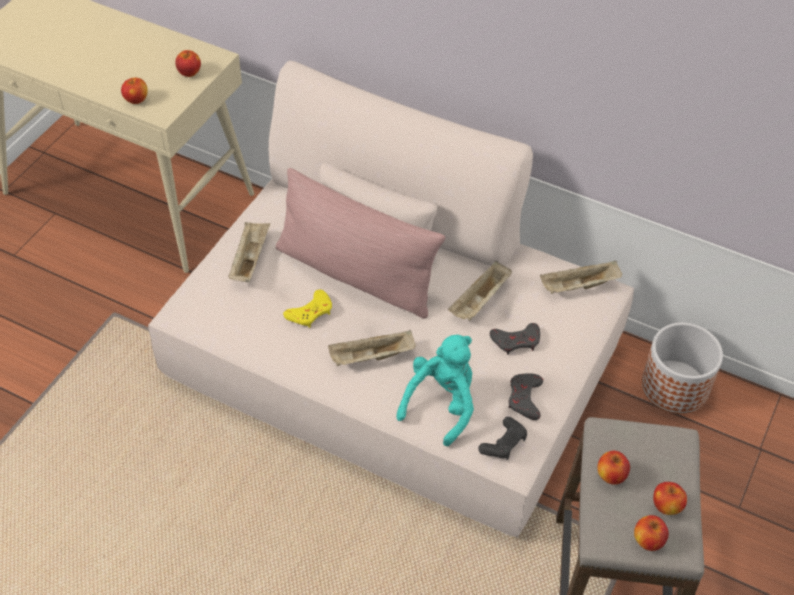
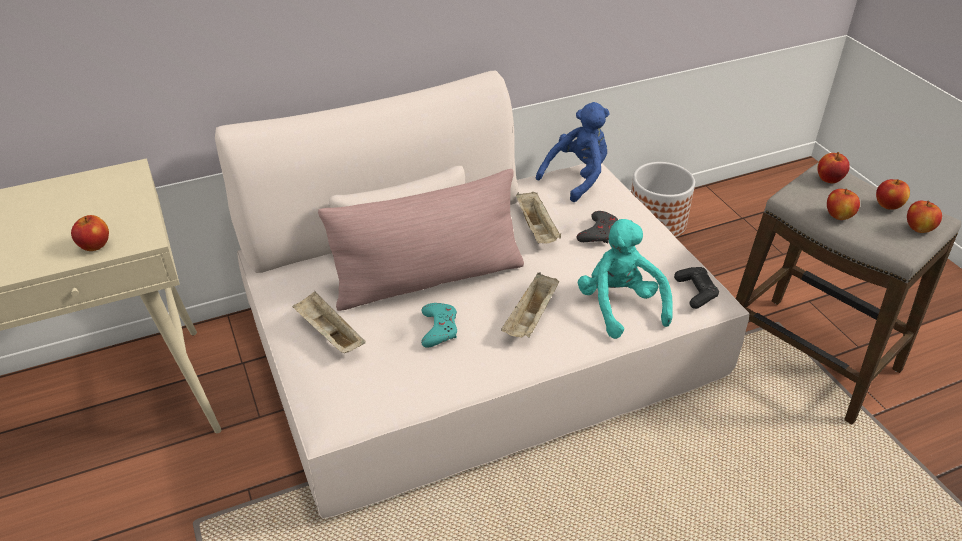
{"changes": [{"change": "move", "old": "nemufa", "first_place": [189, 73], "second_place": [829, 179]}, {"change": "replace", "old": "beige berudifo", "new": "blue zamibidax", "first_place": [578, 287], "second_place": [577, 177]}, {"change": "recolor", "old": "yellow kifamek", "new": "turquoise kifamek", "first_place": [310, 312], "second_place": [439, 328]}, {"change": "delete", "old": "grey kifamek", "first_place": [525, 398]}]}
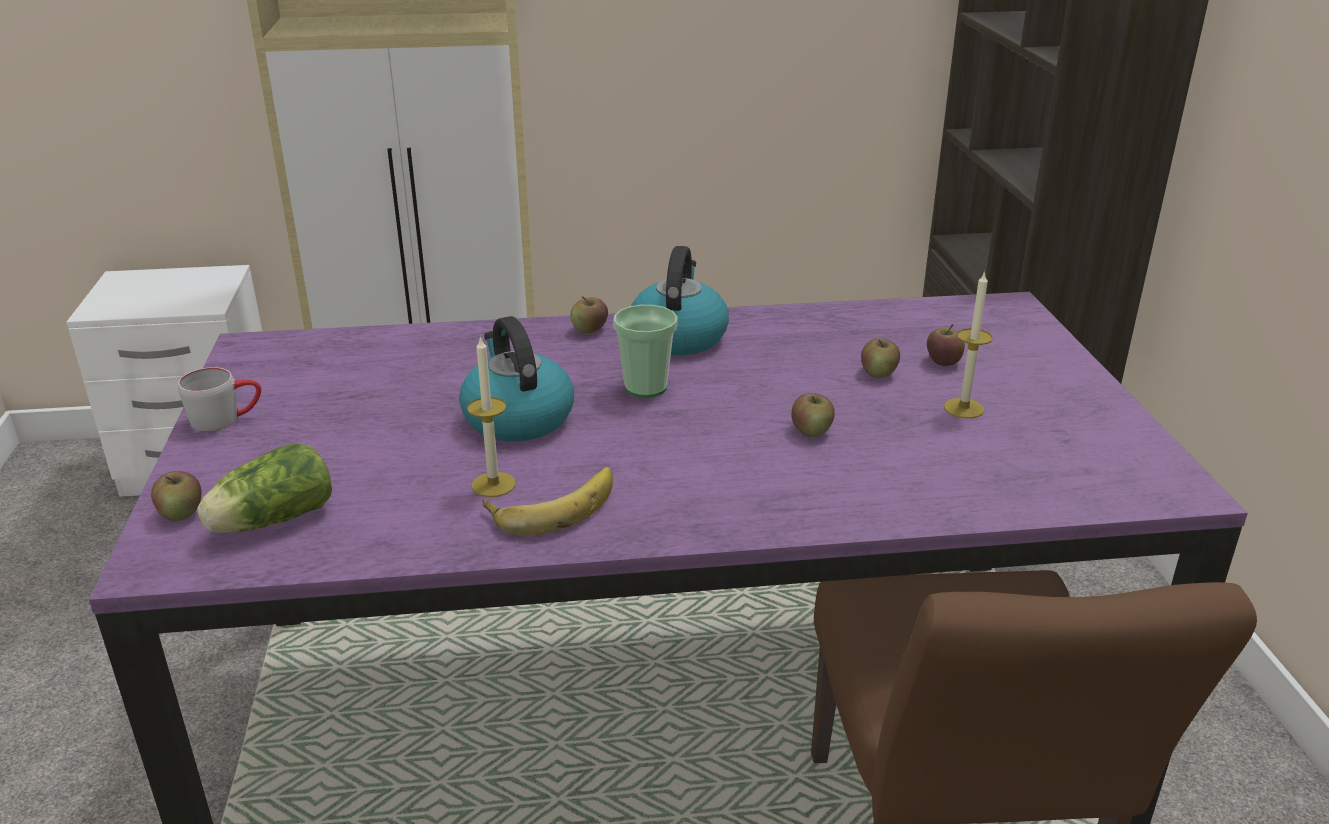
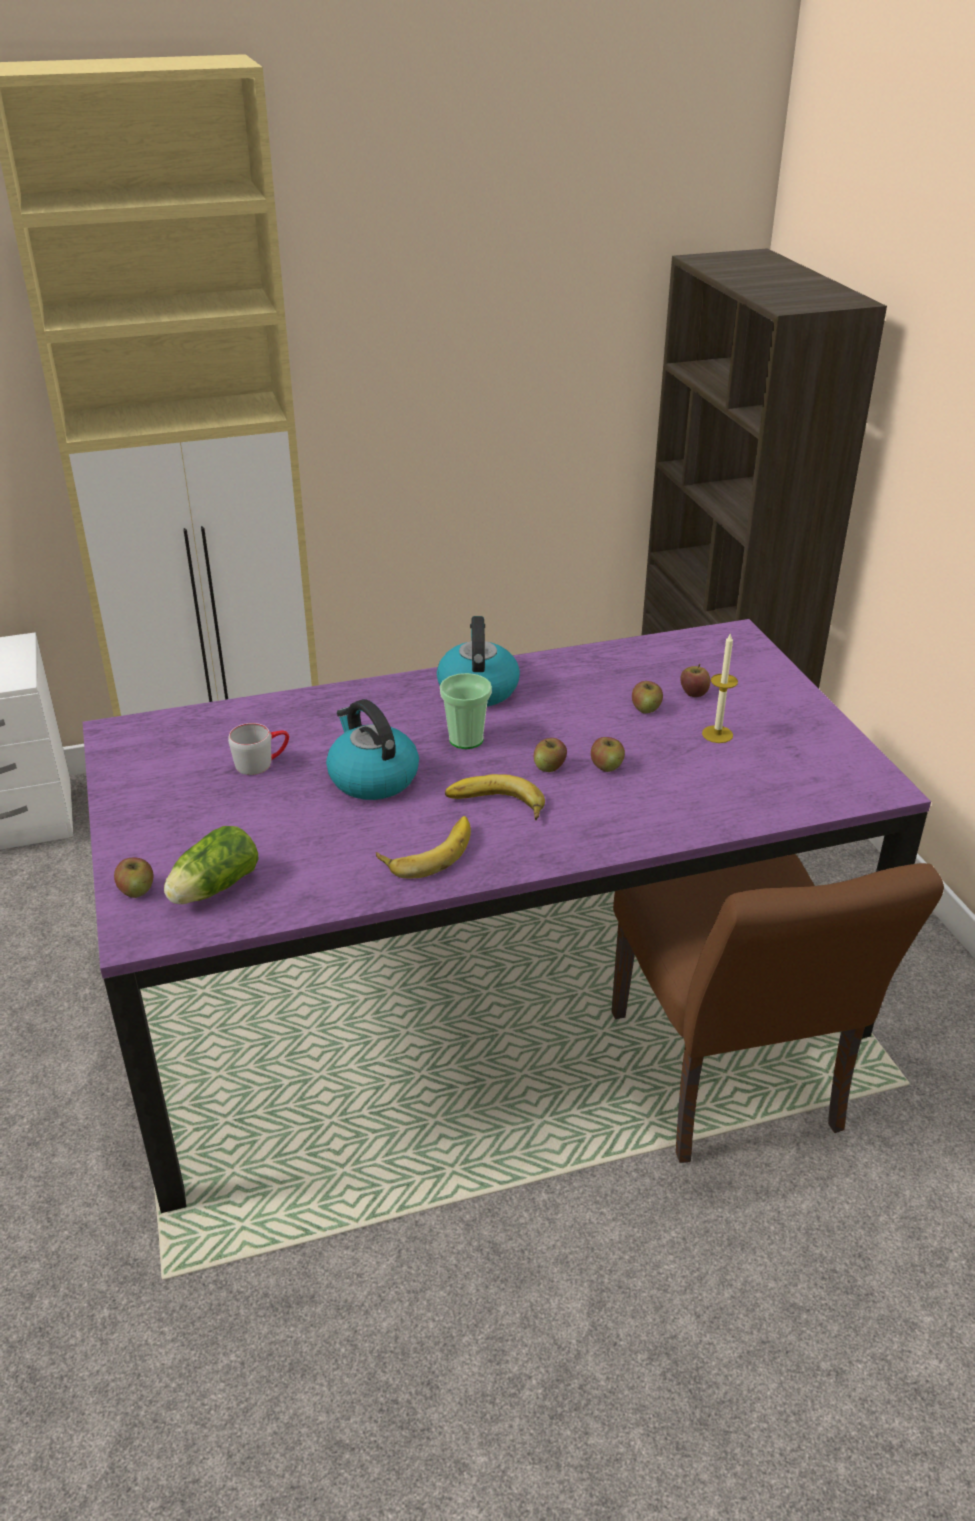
{"changes": [{"change": "move", "old": "nemufa", "first_place": [590, 330], "second_place": [549, 767]}, {"change": "delete", "old": "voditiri", "first_place": [493, 484]}, {"change": "move", "old": "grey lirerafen", "first_place": [226, 419], "second_place": [262, 762]}, {"change": "insert", "new": "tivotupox", "second_place": [495, 806]}]}
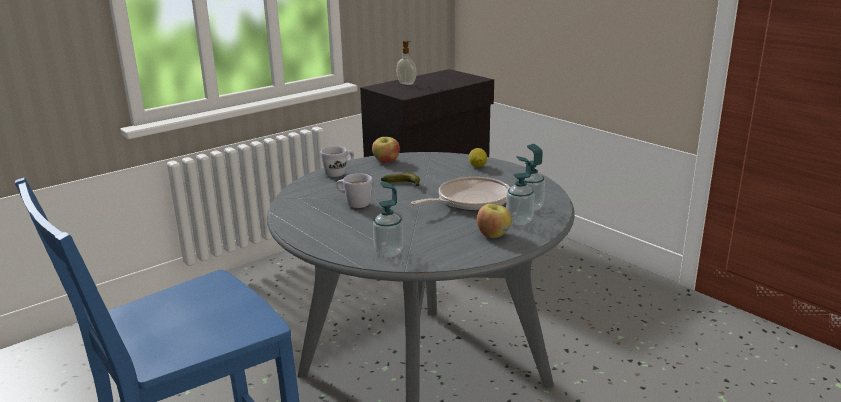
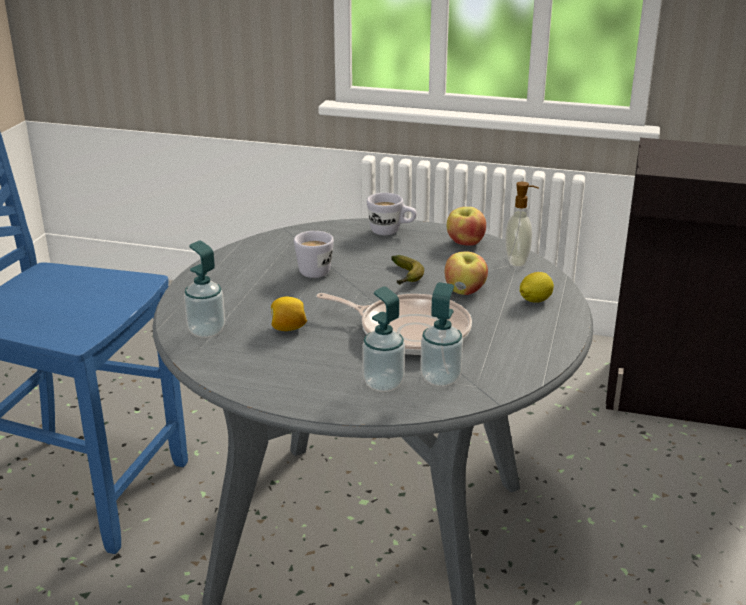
{"changes": [{"change": "move", "old": "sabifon", "first_place": [407, 83], "second_place": [518, 261]}, {"change": "move", "old": "nemufa", "first_place": [493, 235], "second_place": [465, 291]}, {"change": "insert", "new": "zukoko", "second_place": [288, 328]}]}
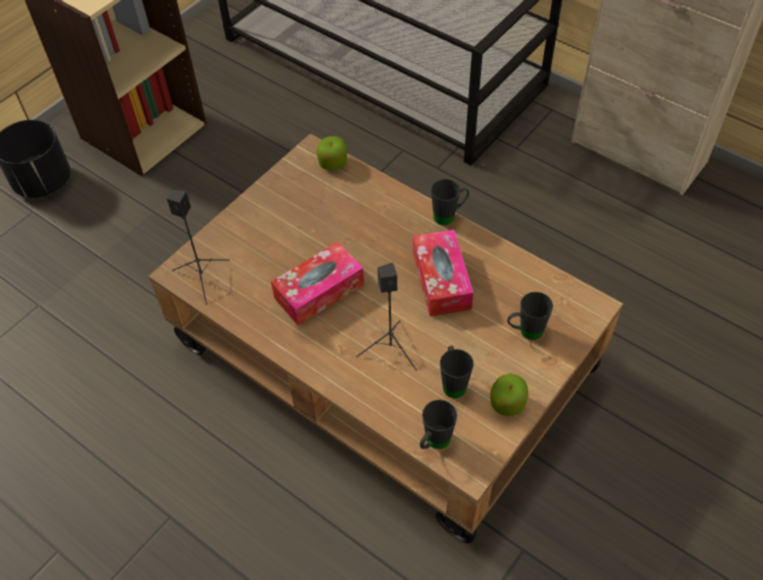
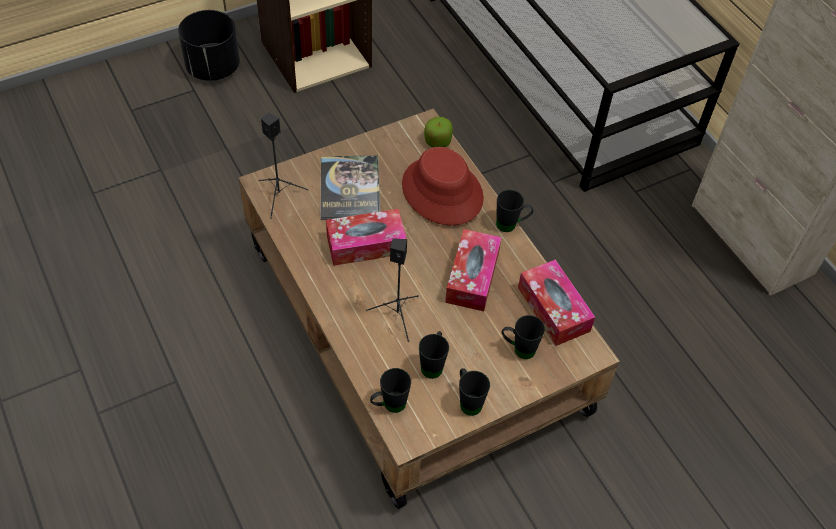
{"changes": [{"change": "replace", "old": "nemufa", "new": "black lirerafen", "first_place": [507, 403], "second_place": [468, 400]}, {"change": "insert", "new": "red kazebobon", "second_place": [441, 192]}, {"change": "insert", "new": "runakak", "second_place": [350, 188]}, {"change": "insert", "new": "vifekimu", "second_place": [553, 309]}]}
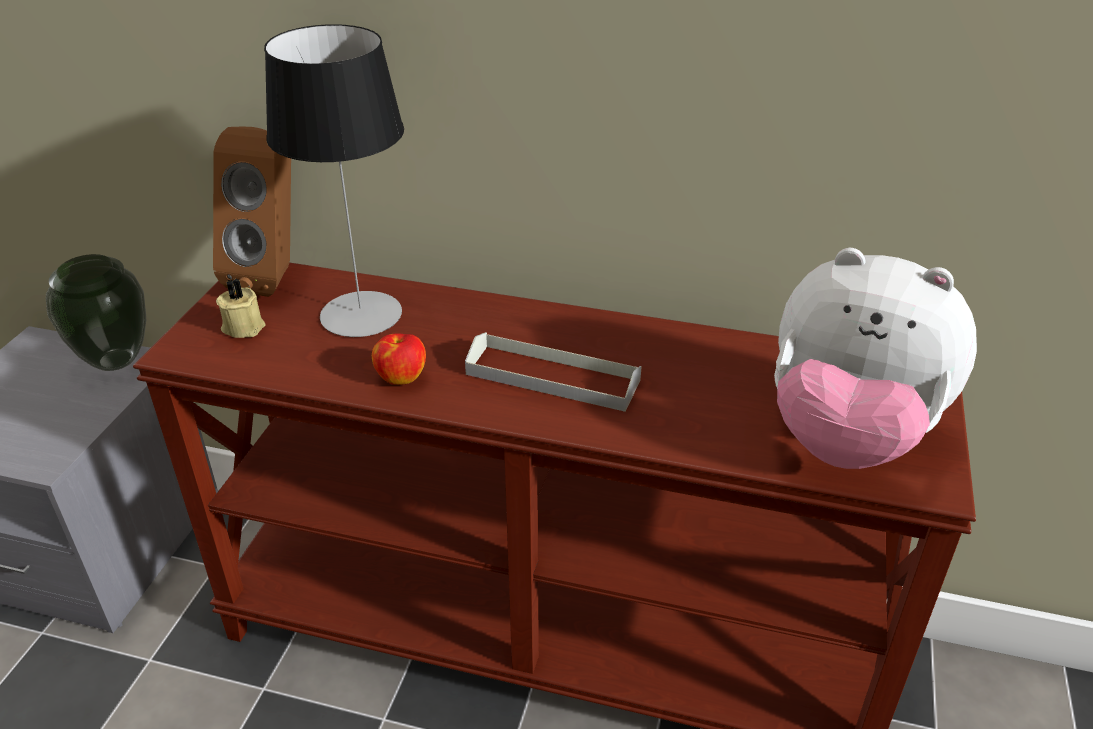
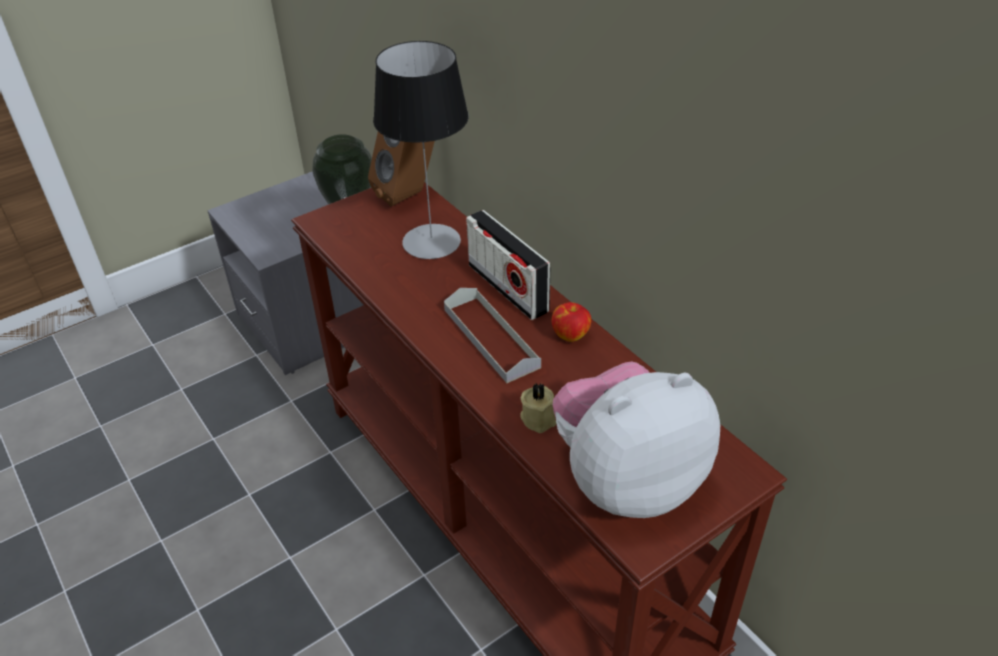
{"changes": [{"change": "rotate", "old": "zamibidax", "first_place": [848, 436], "second_place": [626, 479], "degrees": 90}, {"change": "move", "old": "beige voditiri", "first_place": [243, 326], "second_place": [539, 418]}, {"change": "move", "old": "nemufa", "first_place": [401, 377], "second_place": [570, 334]}, {"change": "insert", "new": "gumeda", "second_place": [507, 288]}]}
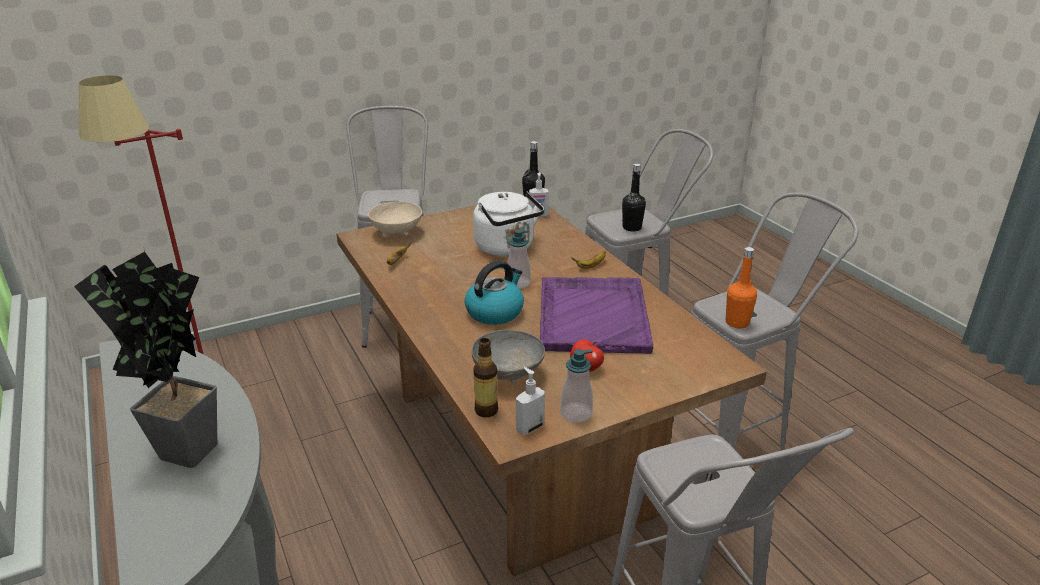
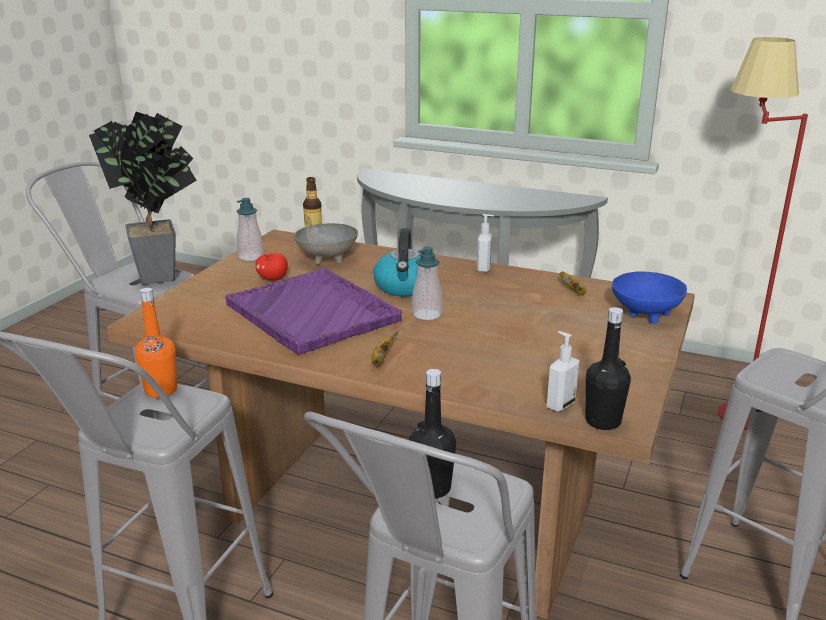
{"changes": [{"change": "delete", "old": "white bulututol", "first_place": [507, 248]}, {"change": "recolor", "old": "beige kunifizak", "new": "blue kunifizak", "first_place": [396, 233], "second_place": [645, 314]}, {"change": "move", "old": "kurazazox", "first_place": [185, 445], "second_place": [164, 277]}, {"change": "move", "old": "sabifon", "first_place": [529, 427], "second_place": [484, 269]}]}
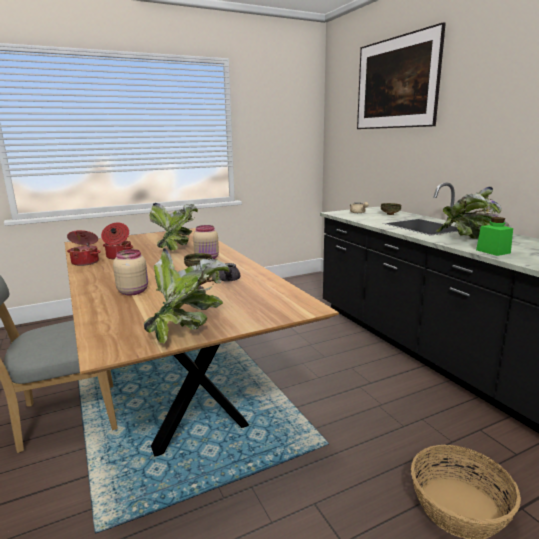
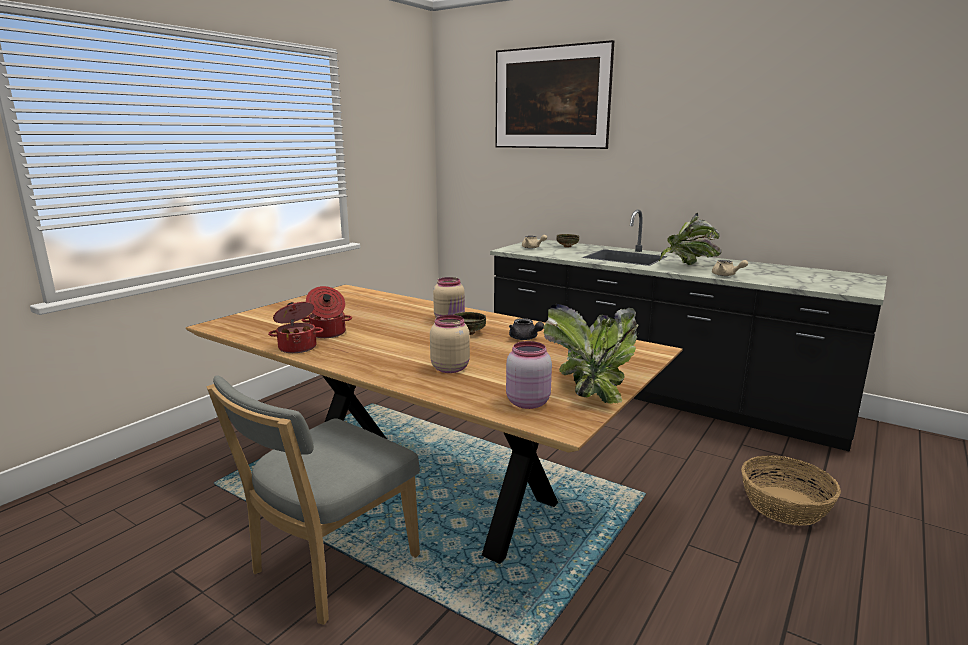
{"changes": [{"change": "delete", "old": "kurazazox", "first_place": [176, 248]}, {"change": "replace", "old": "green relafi", "new": "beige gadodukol", "first_place": [493, 251], "second_place": [726, 275]}, {"change": "insert", "new": "pink relafi", "second_place": [526, 402]}]}
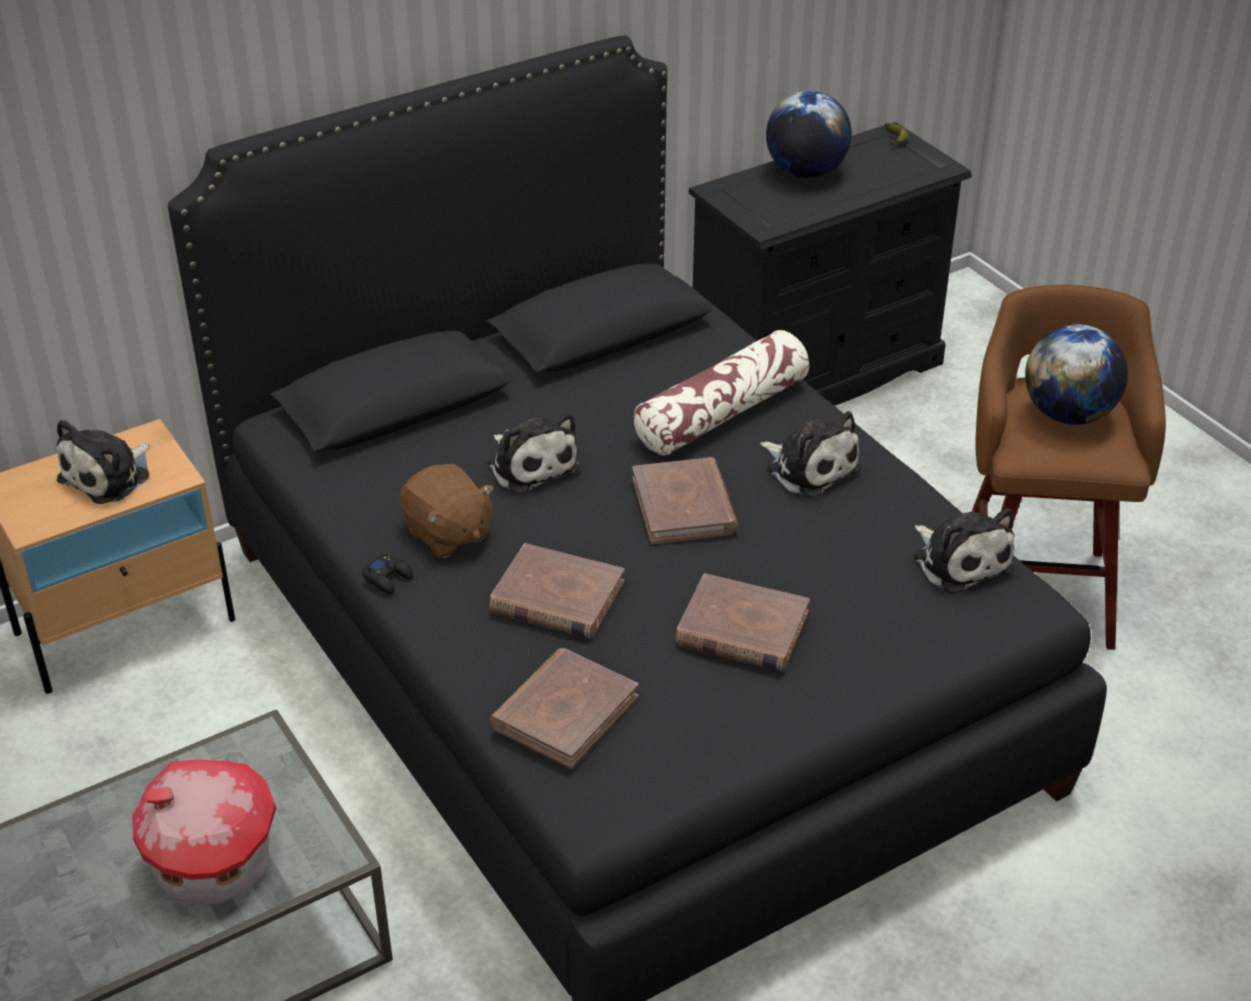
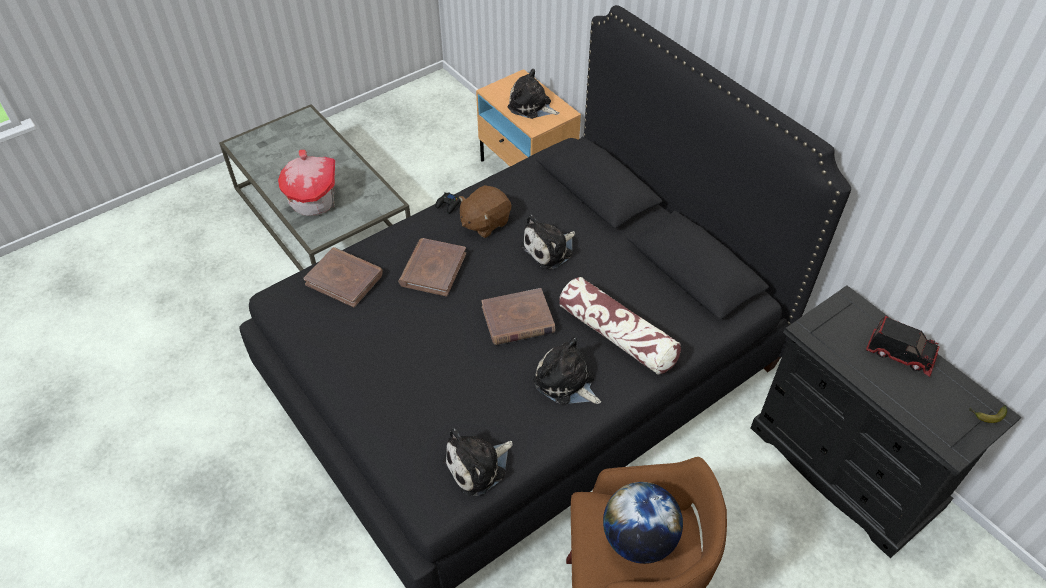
{"changes": [{"change": "replace", "old": "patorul", "new": "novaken", "first_place": [806, 172], "second_place": [900, 354]}, {"change": "rotate", "old": "zamibidax", "first_place": [809, 467], "second_place": [566, 383], "degrees": 90}, {"change": "delete", "old": "brown runakak", "first_place": [742, 629]}]}
